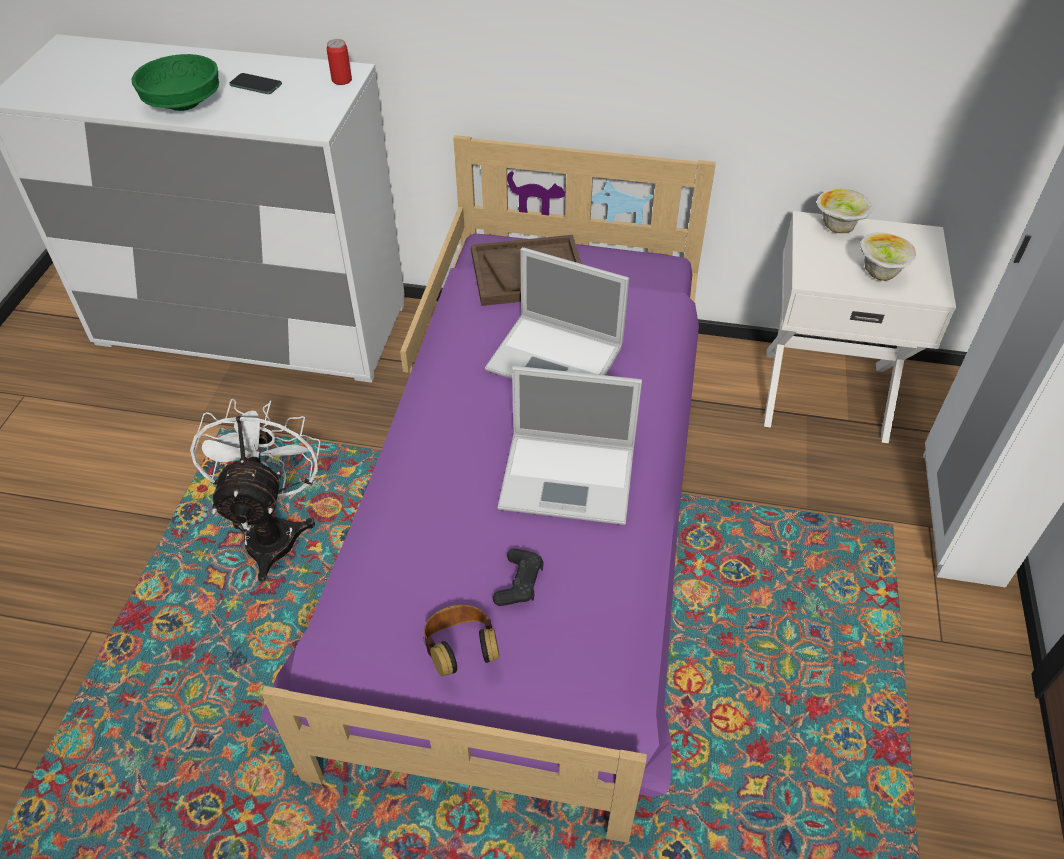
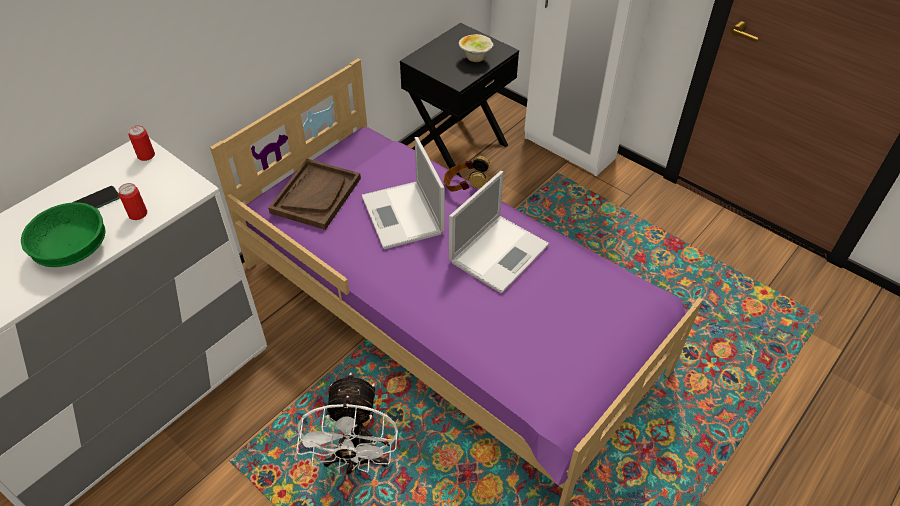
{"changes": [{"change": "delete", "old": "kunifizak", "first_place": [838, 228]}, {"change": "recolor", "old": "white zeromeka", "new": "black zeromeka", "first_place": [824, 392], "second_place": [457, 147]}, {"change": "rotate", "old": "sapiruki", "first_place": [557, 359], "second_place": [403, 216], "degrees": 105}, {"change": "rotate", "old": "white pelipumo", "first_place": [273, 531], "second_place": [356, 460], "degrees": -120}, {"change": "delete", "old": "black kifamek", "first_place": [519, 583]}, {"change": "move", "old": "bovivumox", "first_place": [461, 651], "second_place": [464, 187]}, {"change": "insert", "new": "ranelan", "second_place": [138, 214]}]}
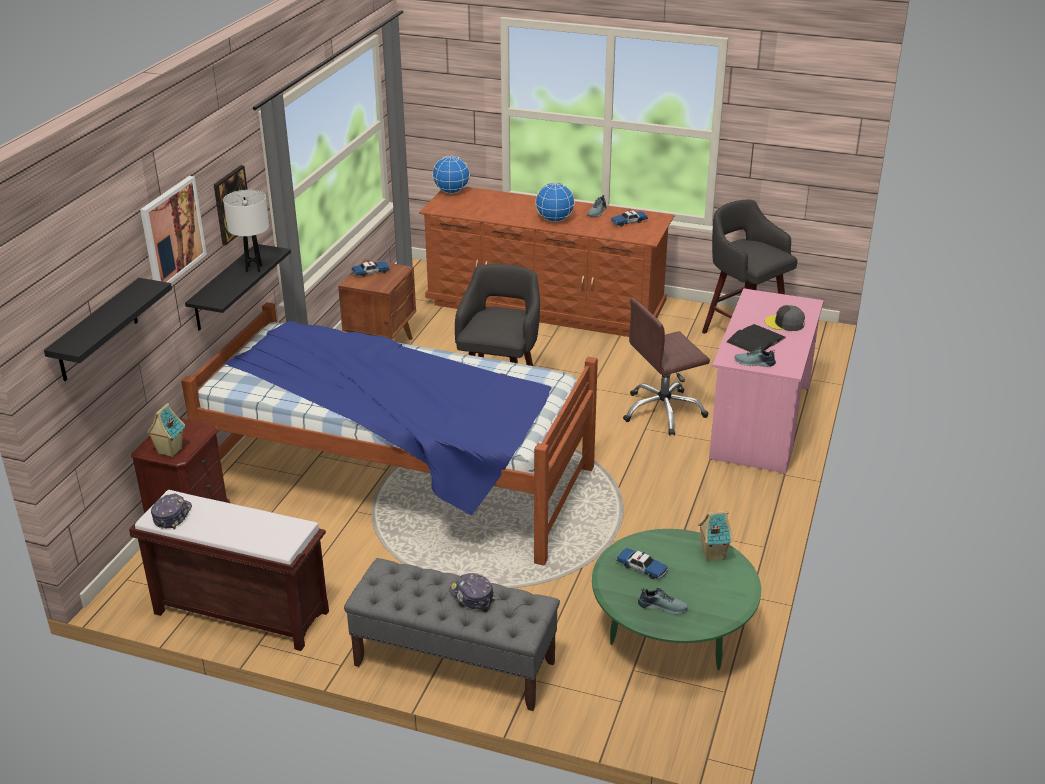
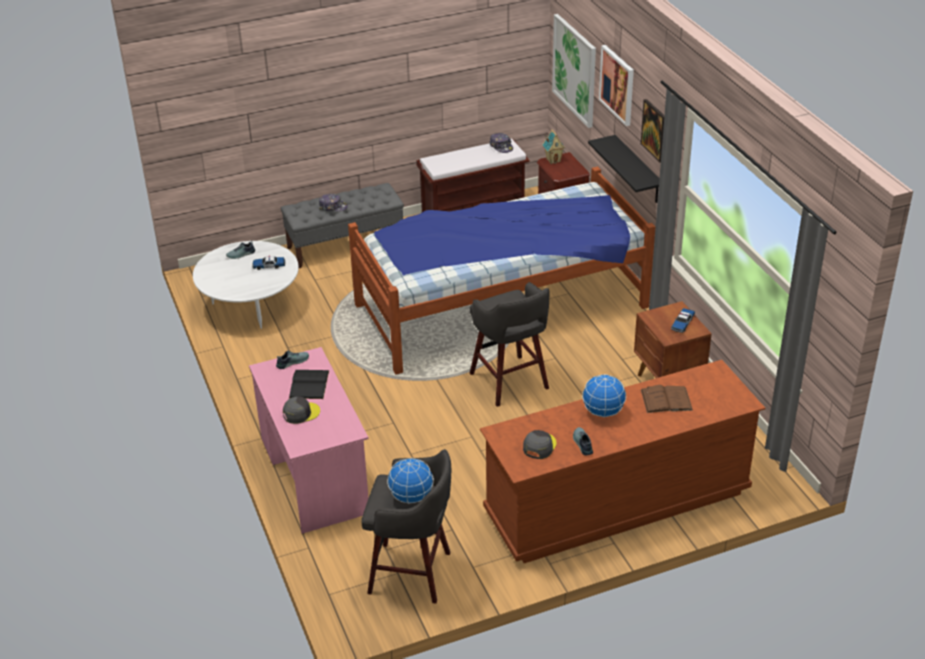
{"changes": [{"change": "move", "old": "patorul", "first_place": [452, 192], "second_place": [411, 497]}, {"change": "delete", "old": "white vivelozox", "first_place": [253, 269]}, {"change": "replace", "old": "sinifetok", "new": "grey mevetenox", "first_place": [629, 222], "second_place": [539, 446]}, {"change": "replace", "old": "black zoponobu", "new": "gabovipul", "first_place": [97, 331], "second_place": [575, 70]}, {"change": "delete", "old": "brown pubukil", "first_place": [663, 412]}, {"change": "delete", "old": "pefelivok", "first_place": [712, 554]}, {"change": "recolor", "old": "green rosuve", "new": "white rosuve", "first_place": [671, 635], "second_place": [251, 306]}, {"change": "insert", "new": "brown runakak", "second_place": [666, 400]}]}
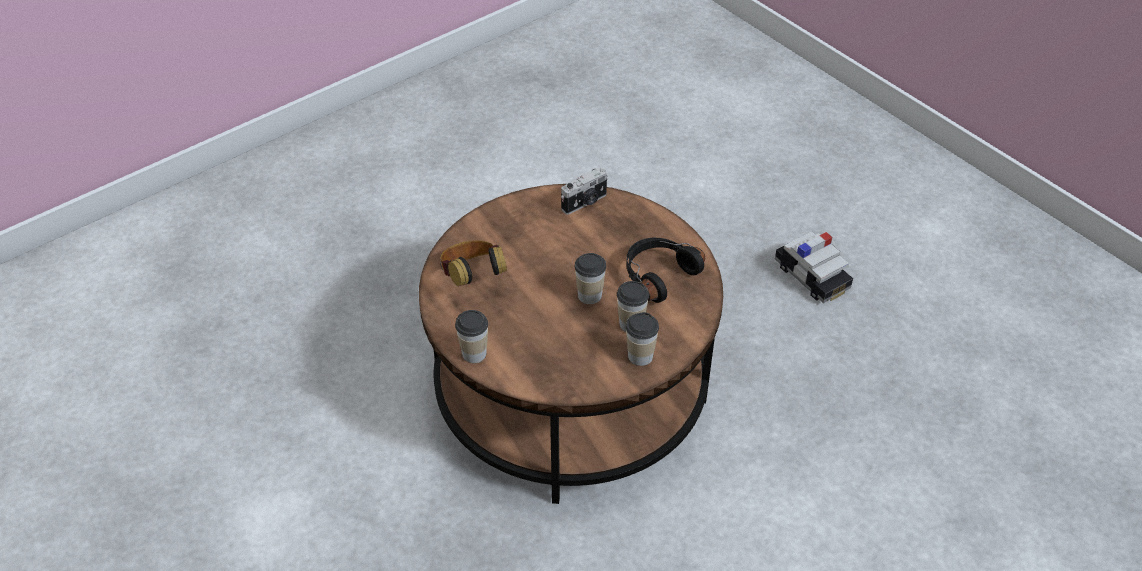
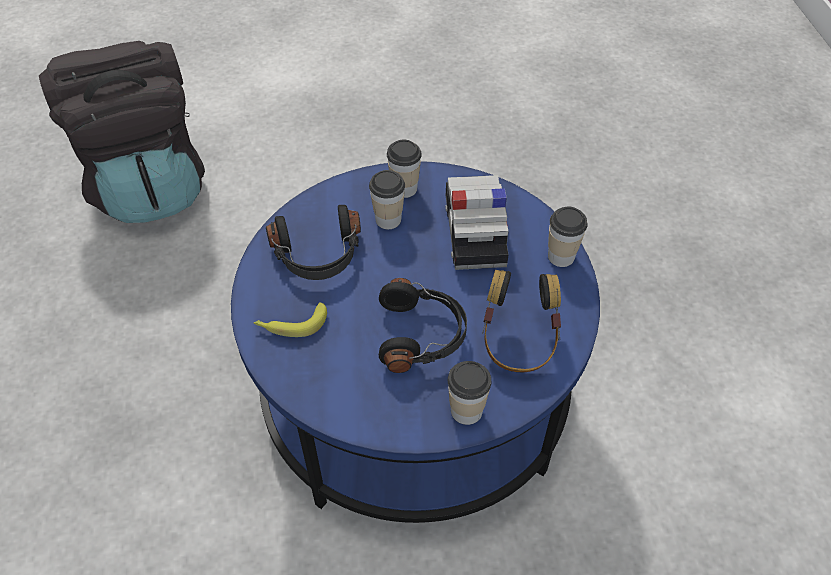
{"changes": [{"change": "delete", "old": "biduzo", "first_place": [585, 203]}, {"change": "recolor", "old": "brown rosuve", "new": "blue rosuve", "first_place": [571, 389], "second_place": [415, 392]}, {"change": "move", "old": "sinifetok", "first_place": [812, 276], "second_place": [474, 233]}, {"change": "move", "old": "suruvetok", "first_place": [589, 295], "second_place": [466, 411]}, {"change": "insert", "new": "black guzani", "second_place": [149, 183]}, {"change": "insert", "new": "black bovivumox", "second_place": [422, 335]}, {"change": "insert", "new": "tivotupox", "second_place": [291, 324]}]}
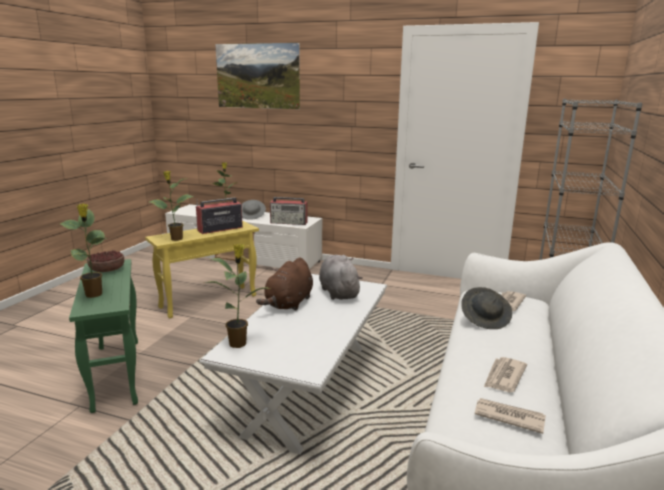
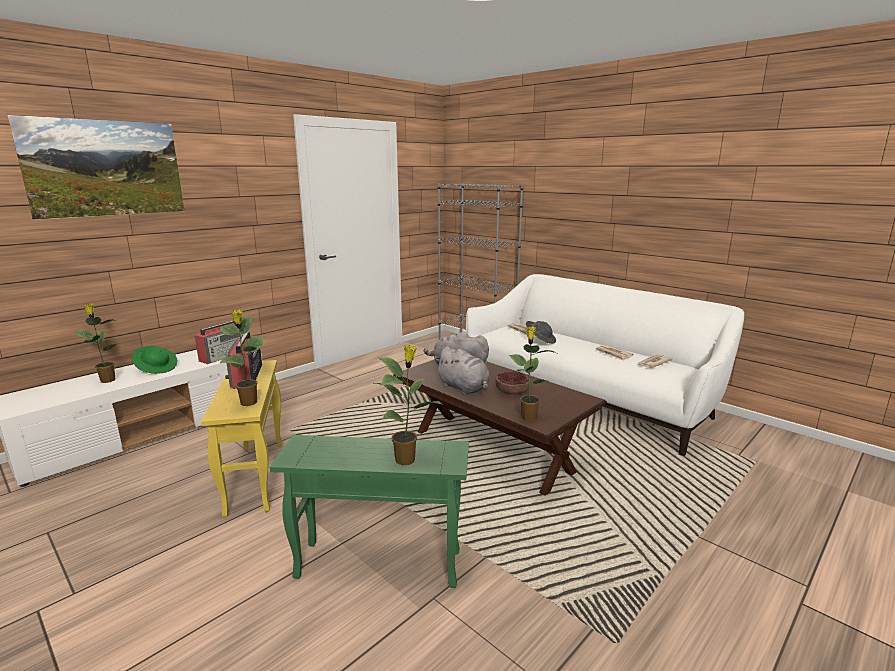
{"changes": [{"change": "recolor", "old": "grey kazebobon", "new": "green kazebobon", "first_place": [252, 216], "second_place": [157, 368]}, {"change": "move", "old": "kunifizak", "first_place": [106, 269], "second_place": [512, 391]}, {"change": "recolor", "old": "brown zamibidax", "new": "grey zamibidax", "first_place": [289, 304], "second_place": [464, 388]}, {"change": "recolor", "old": "white rosuve", "new": "brown rosuve", "first_place": [309, 388], "second_place": [492, 451]}]}
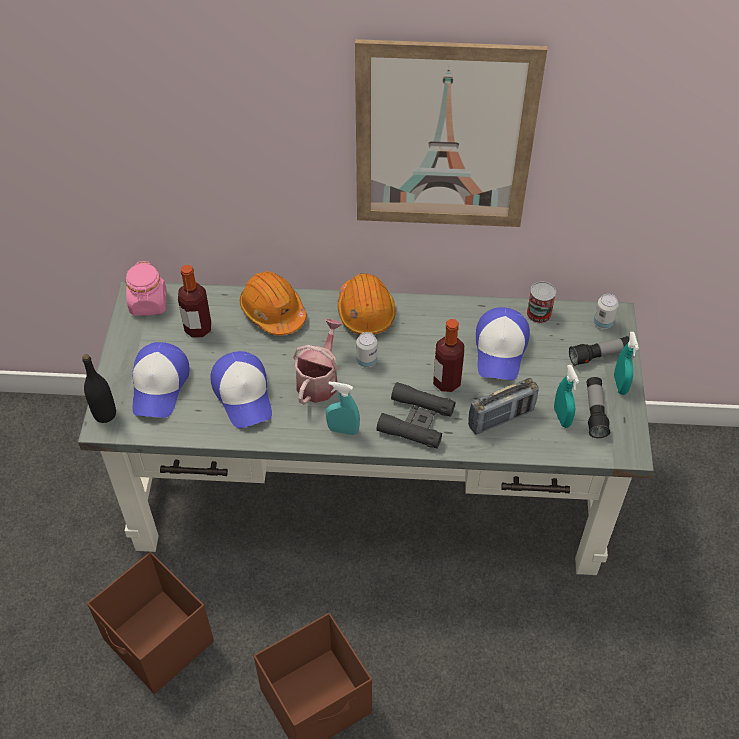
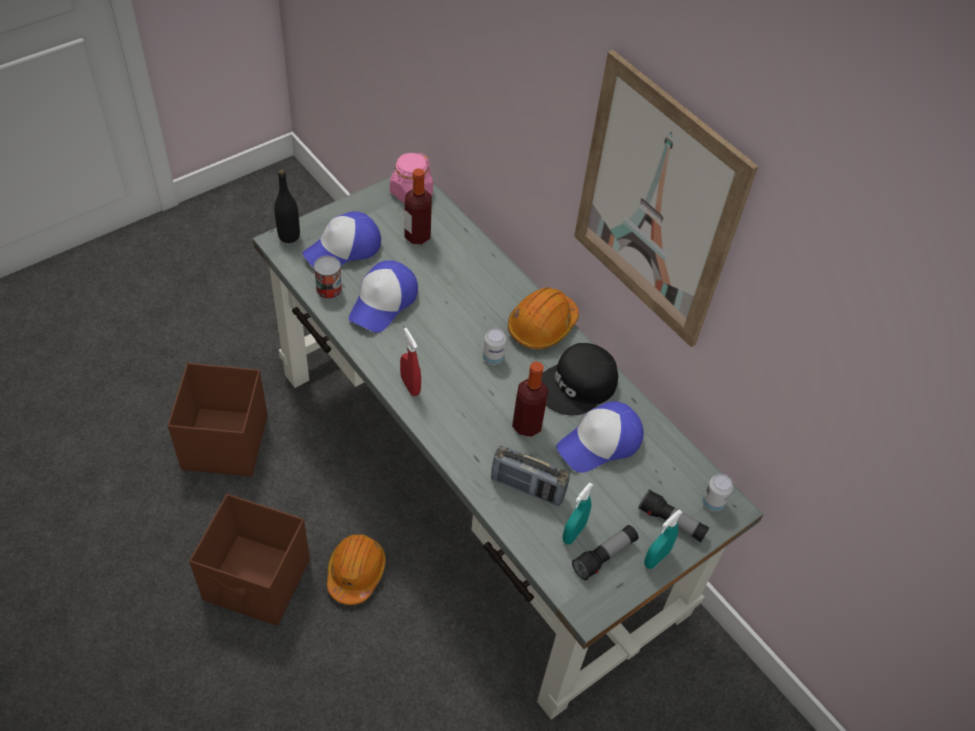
{"changes": [{"change": "move", "old": "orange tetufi", "first_place": [273, 311], "second_place": [356, 572]}, {"change": "move", "old": "ranelan", "first_place": [539, 314], "second_place": [329, 289]}, {"change": "delete", "old": "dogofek", "first_place": [319, 380]}, {"change": "recolor", "old": "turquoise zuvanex", "new": "red zuvanex", "first_place": [343, 430], "second_place": [410, 385]}, {"change": "delete", "old": "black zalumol", "first_place": [416, 420]}, {"change": "insert", "new": "black mevetenox", "second_place": [578, 385]}]}
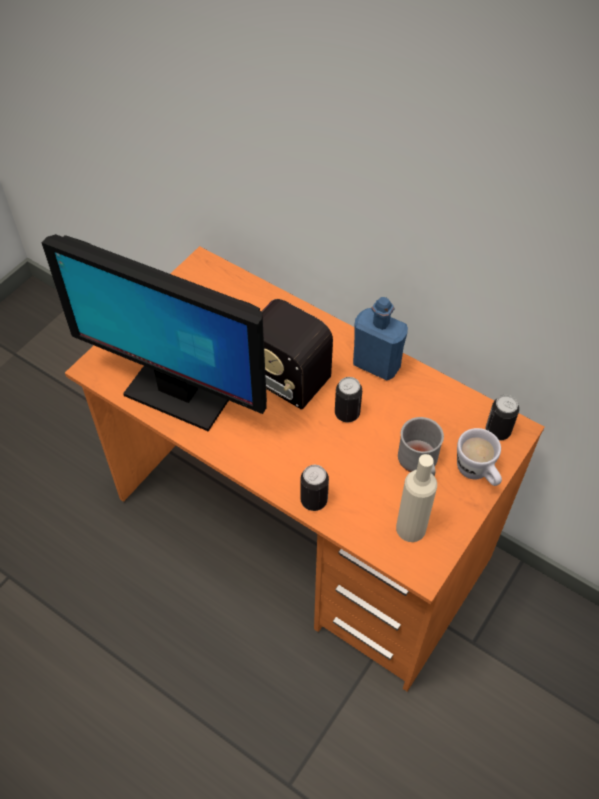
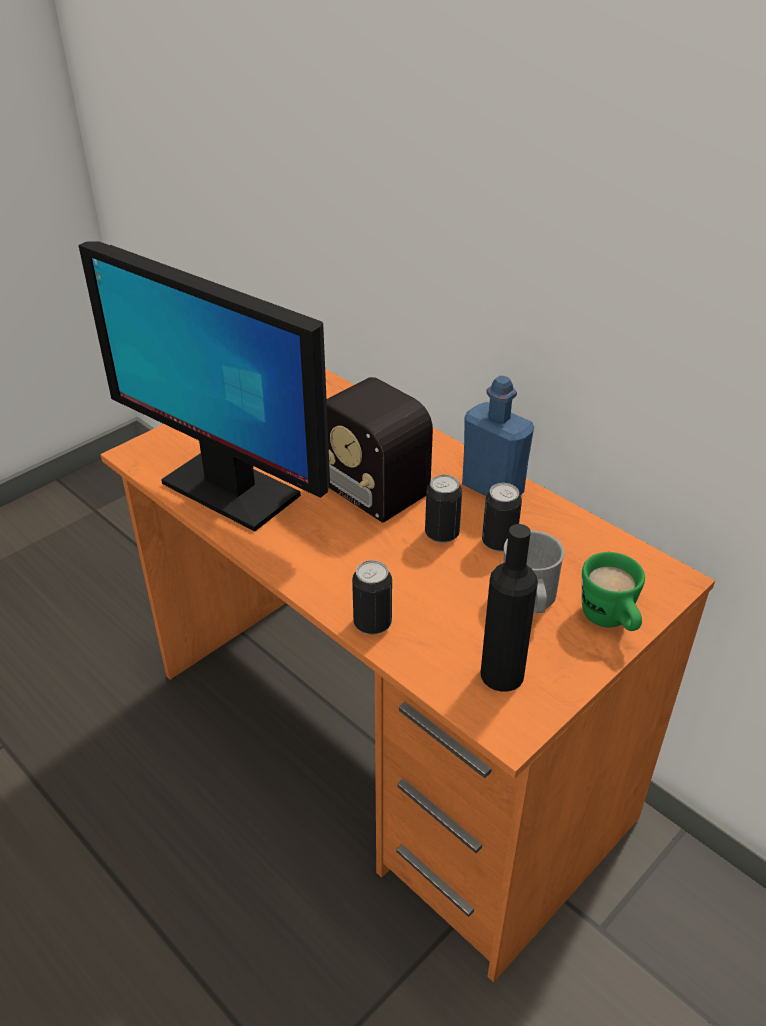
{"changes": [{"change": "move", "old": "ranelan", "first_place": [497, 431], "second_place": [499, 542]}, {"change": "recolor", "old": "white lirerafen", "new": "green lirerafen", "first_place": [477, 473], "second_place": [610, 621]}, {"change": "recolor", "old": "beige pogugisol", "new": "black pogugisol", "first_place": [411, 528], "second_place": [502, 674]}]}
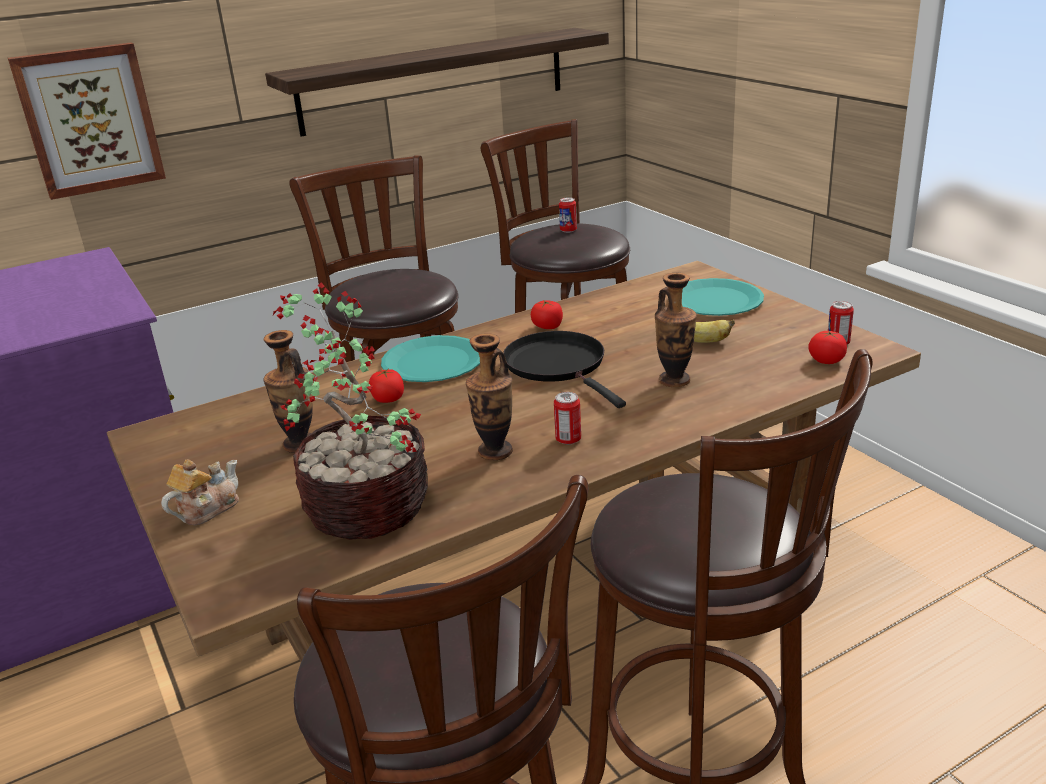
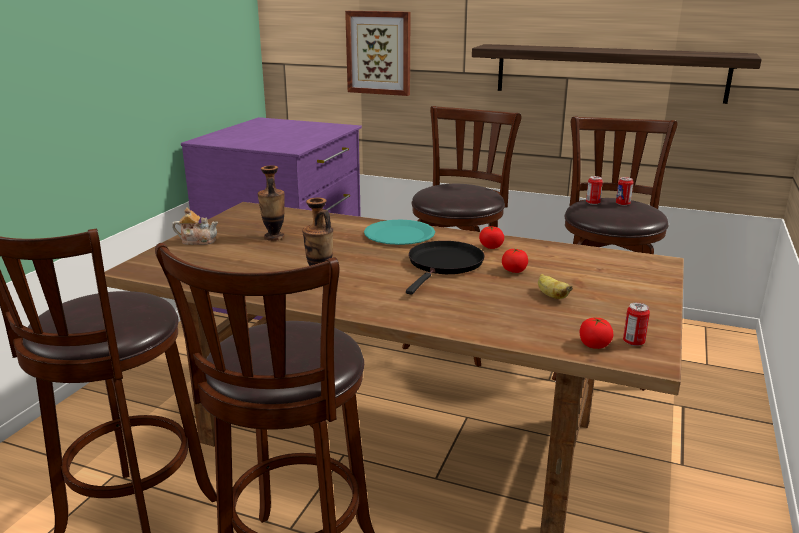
{"changes": [{"change": "delete", "old": "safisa", "first_place": [674, 380]}, {"change": "delete", "old": "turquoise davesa", "first_place": [715, 300]}, {"change": "delete", "old": "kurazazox", "first_place": [364, 505]}, {"change": "move", "old": "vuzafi", "first_place": [388, 399], "second_place": [514, 271]}, {"change": "move", "old": "ranelan", "first_place": [568, 440], "second_place": [592, 203]}]}
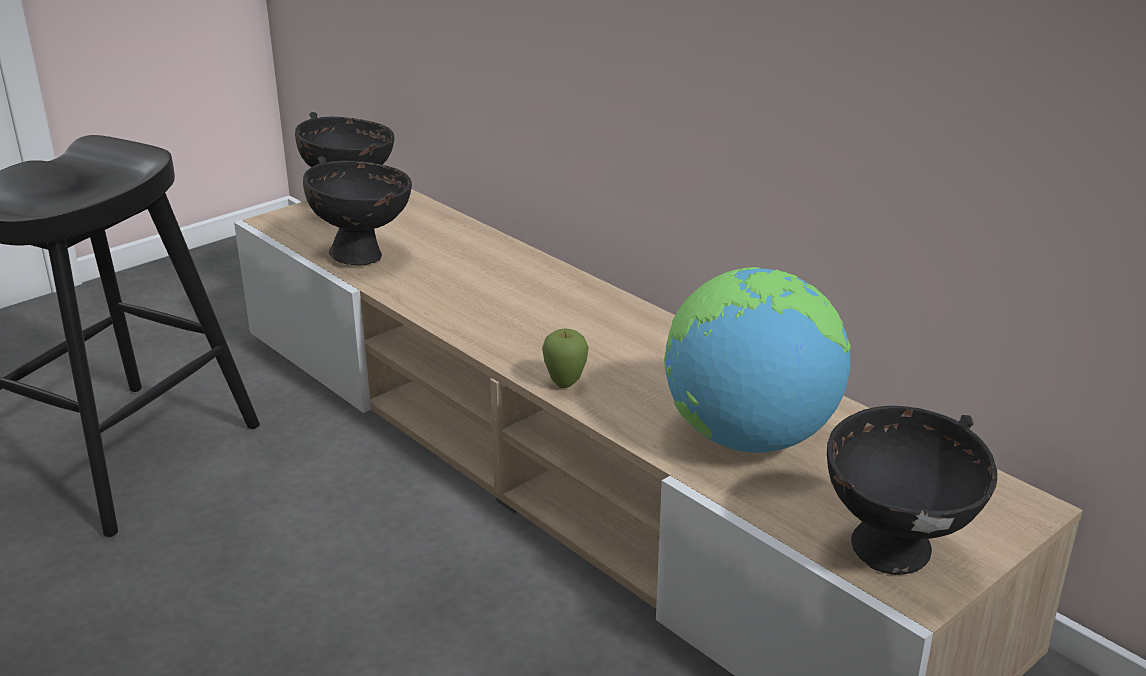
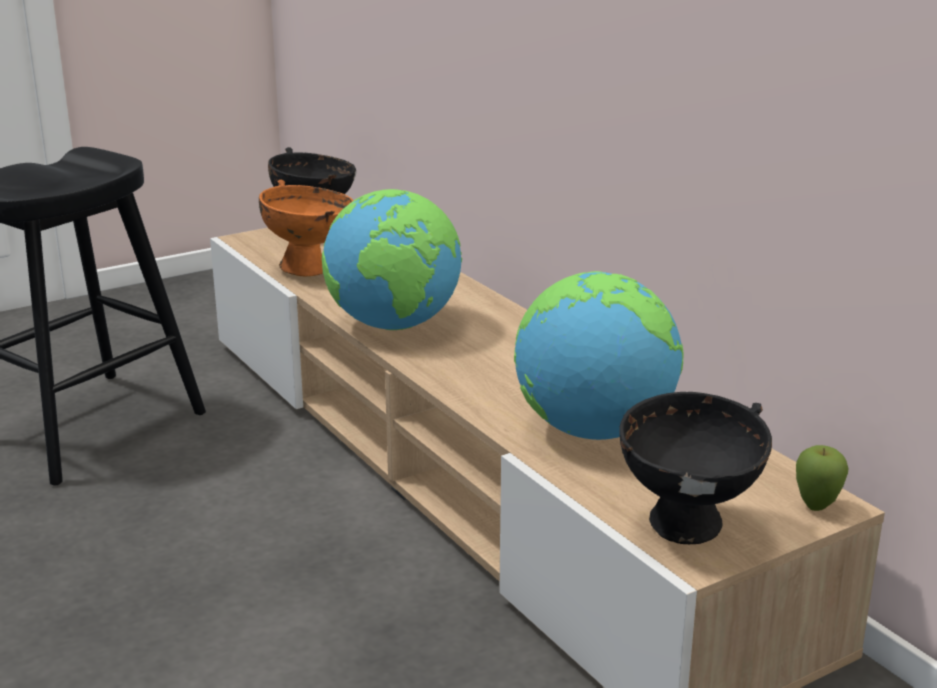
{"changes": [{"change": "recolor", "old": "black kunifizak", "new": "orange kunifizak", "first_place": [362, 255], "second_place": [309, 269]}, {"change": "move", "old": "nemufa", "first_place": [565, 384], "second_place": [816, 507]}, {"change": "insert", "new": "patorul", "second_place": [394, 325]}]}
